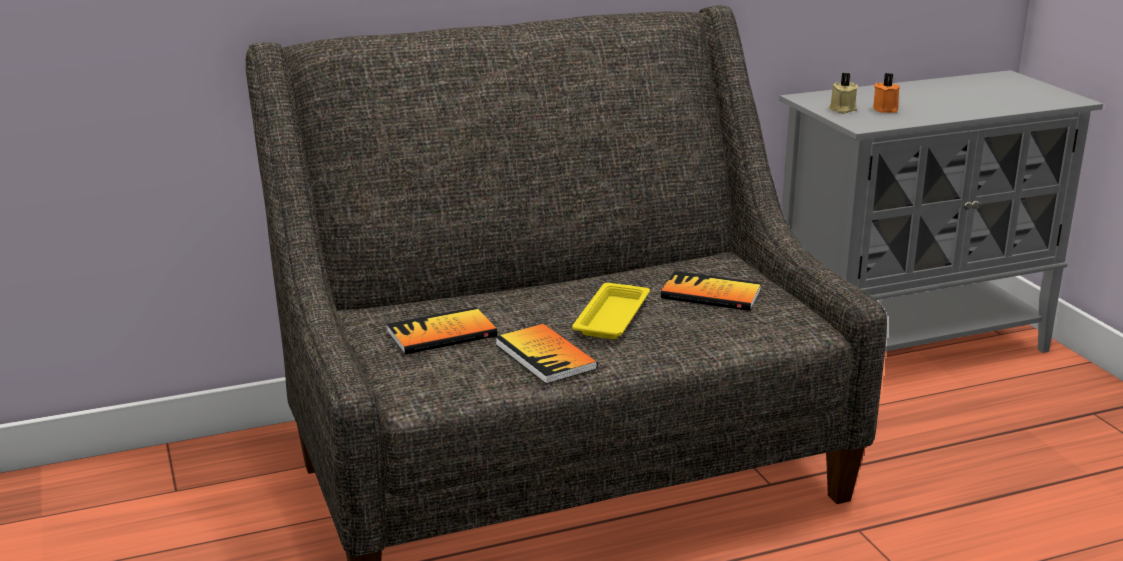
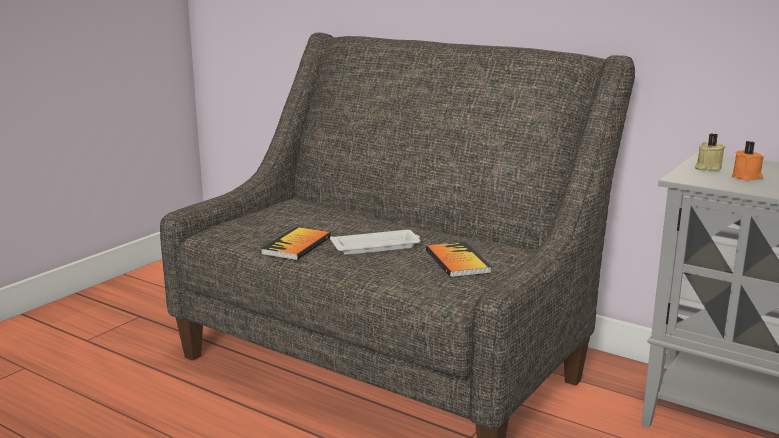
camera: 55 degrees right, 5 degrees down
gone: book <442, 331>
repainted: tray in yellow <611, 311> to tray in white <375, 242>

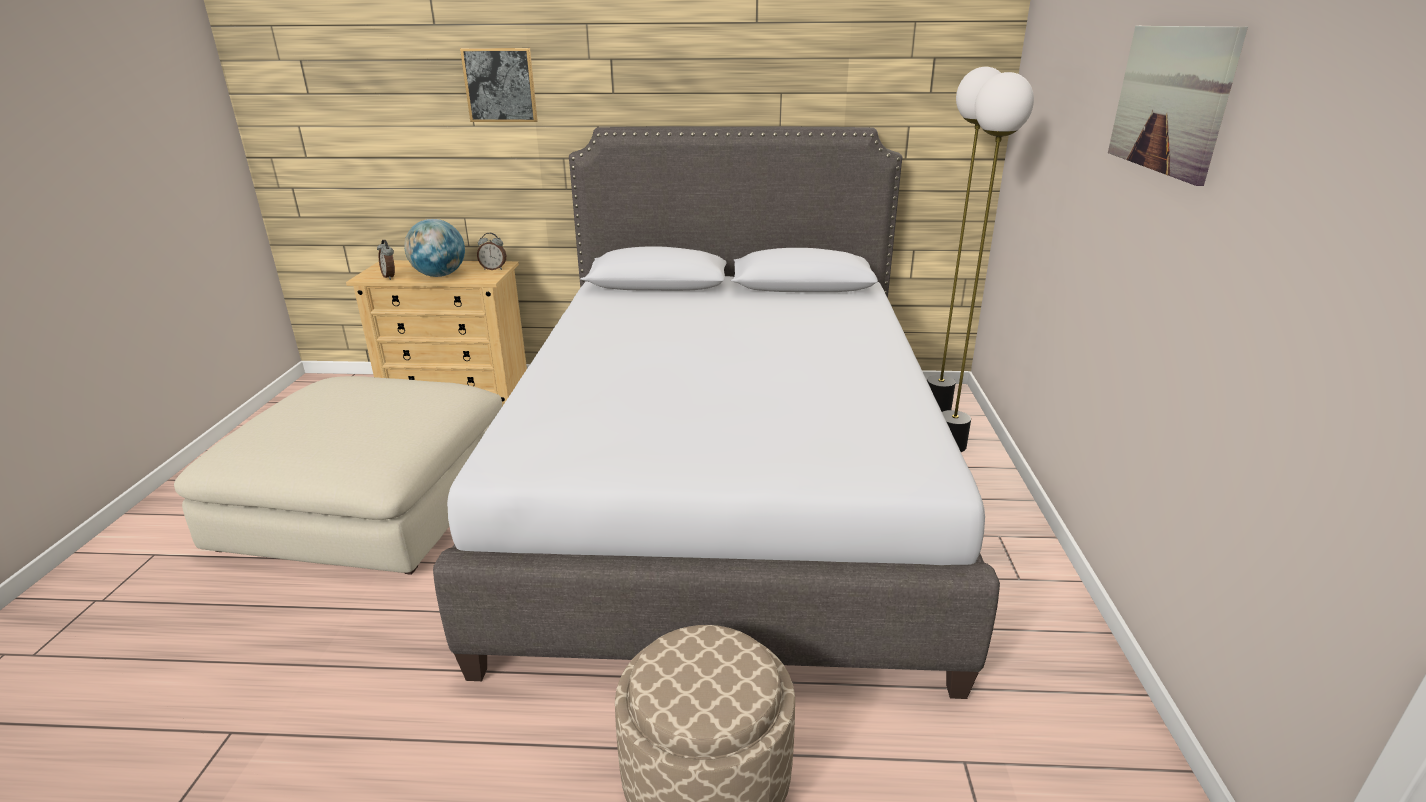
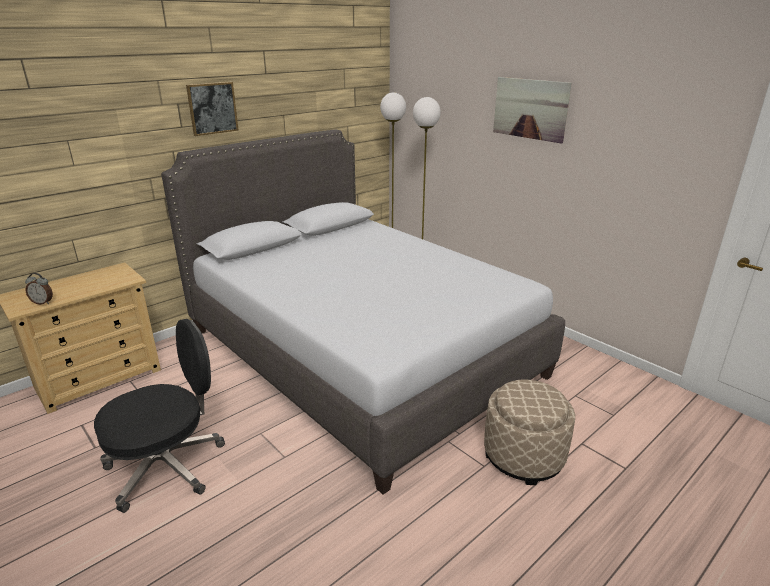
camera: 45 degrees left, 0 degrees up
gone: globe <434, 248>; alarm clock <491, 251>
shifted: picture <499, 85> to <212, 109>
swapped: ottoman in beige <338, 475> to office chair in black <159, 416>

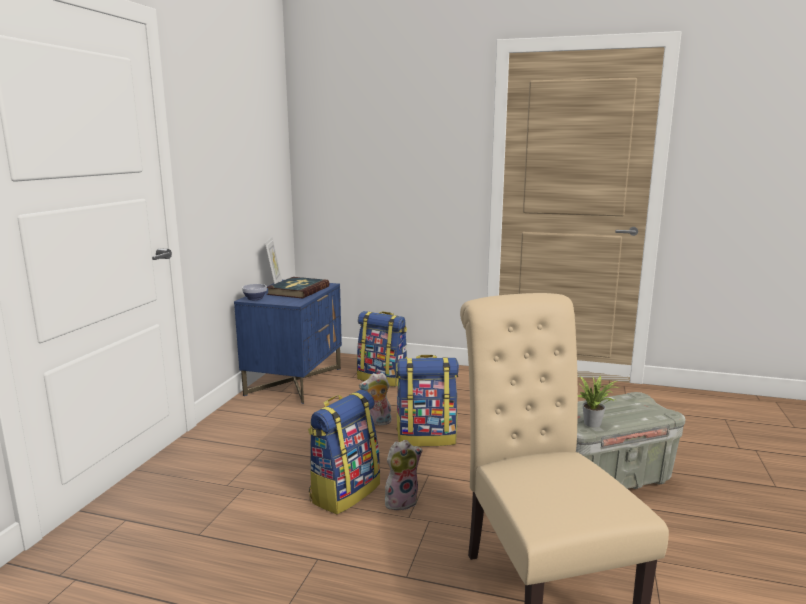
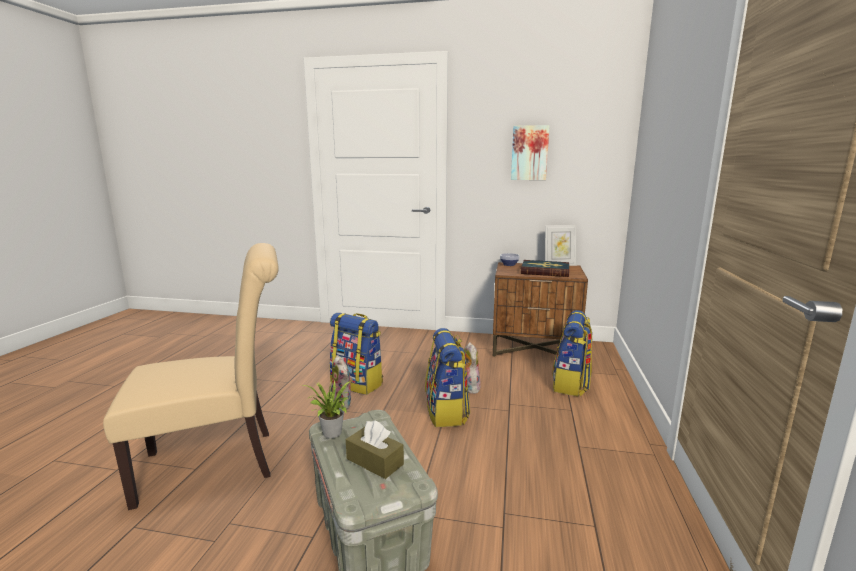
camera: 85 degrees right, 0 degrees up
new: tissue box in brown <375, 449>; picture <530, 152>
repainted: nightstand in blue <288, 342> to nightstand in brown <540, 309>

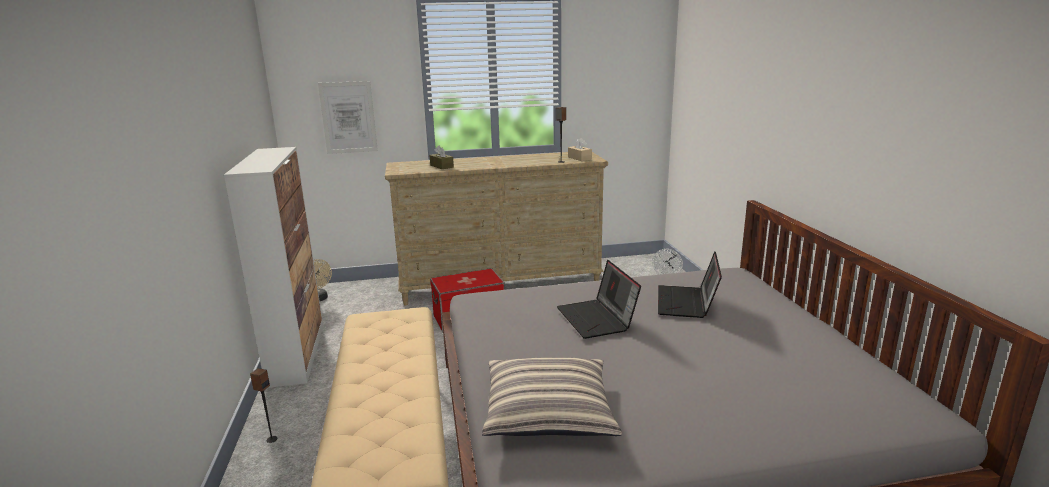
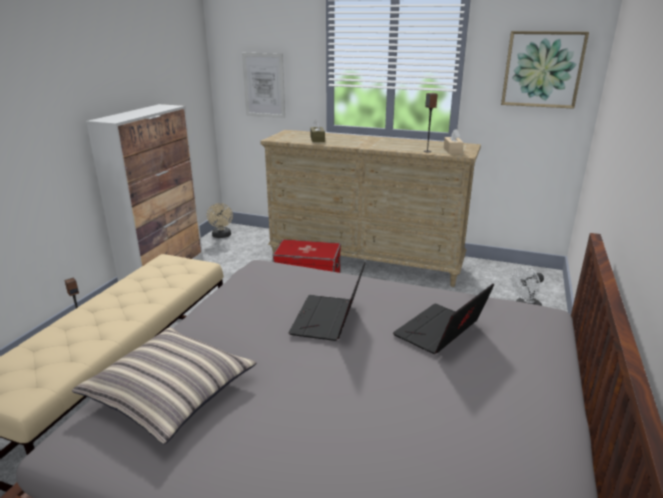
camera: 30 degrees right, 5 degrees up
new: picture <545, 70>

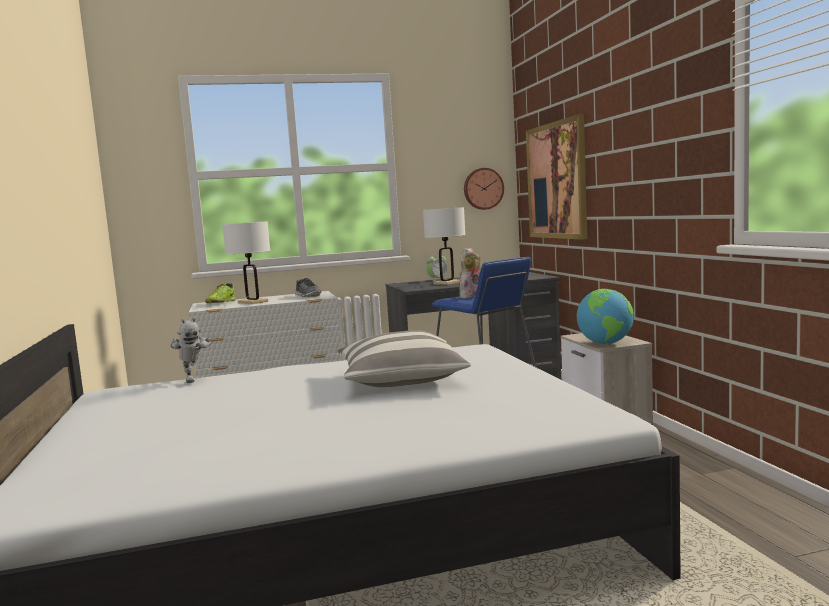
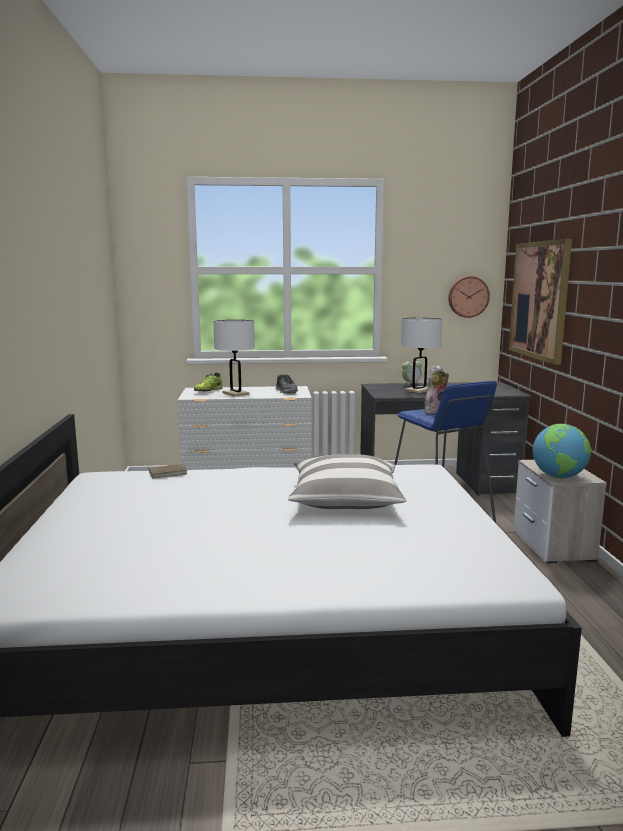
camera: 10 degrees right, 5 degrees up
swapped: toy robot <191, 350> to book in brown <167, 471>

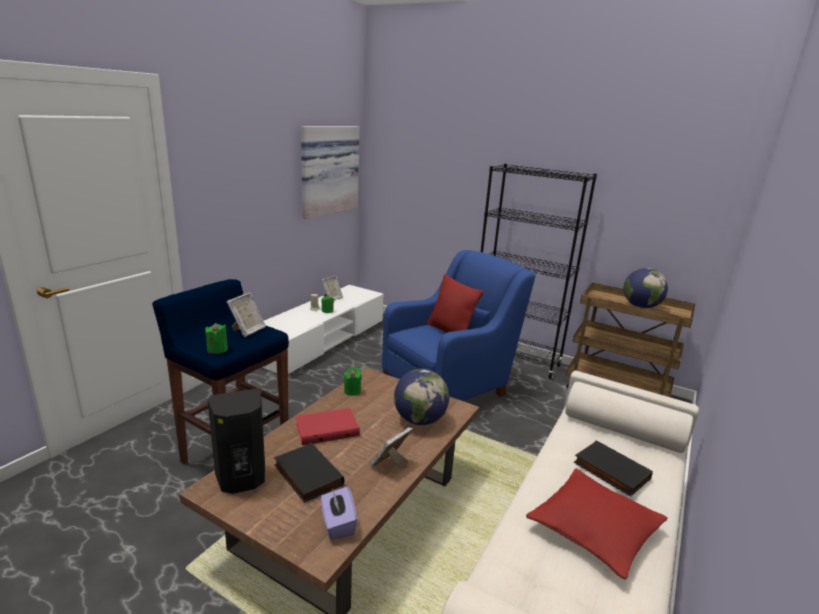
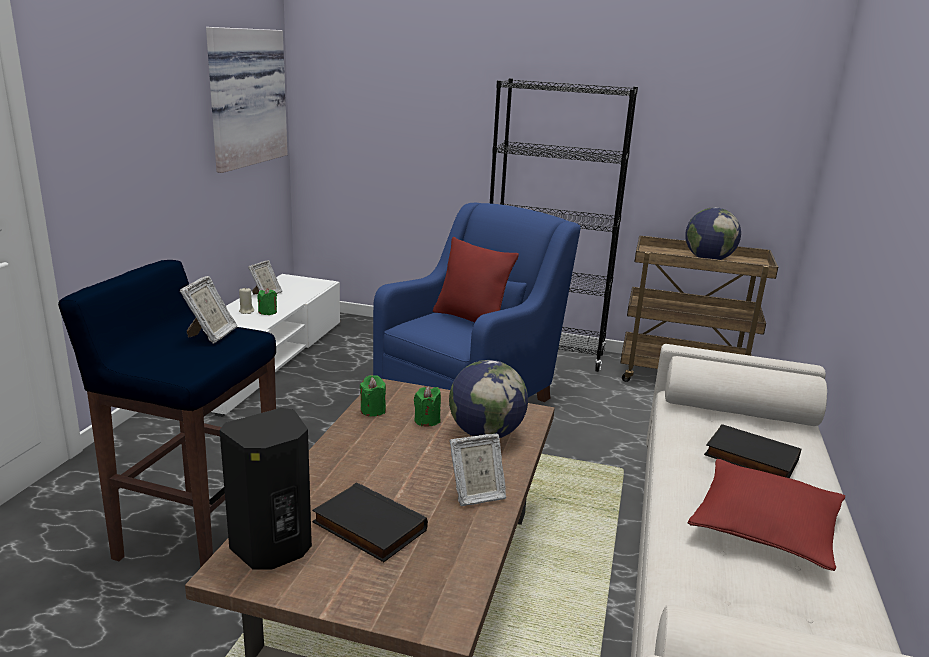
camera: 15 degrees left, 0 degrees up
gone: book in red <328, 426>; tissue box in purple <339, 513>
shifted: candle in green <216, 338> to <427, 406>
rotated: picture frame <391, 448> = <478, 470> 135 degrees counterclockwise

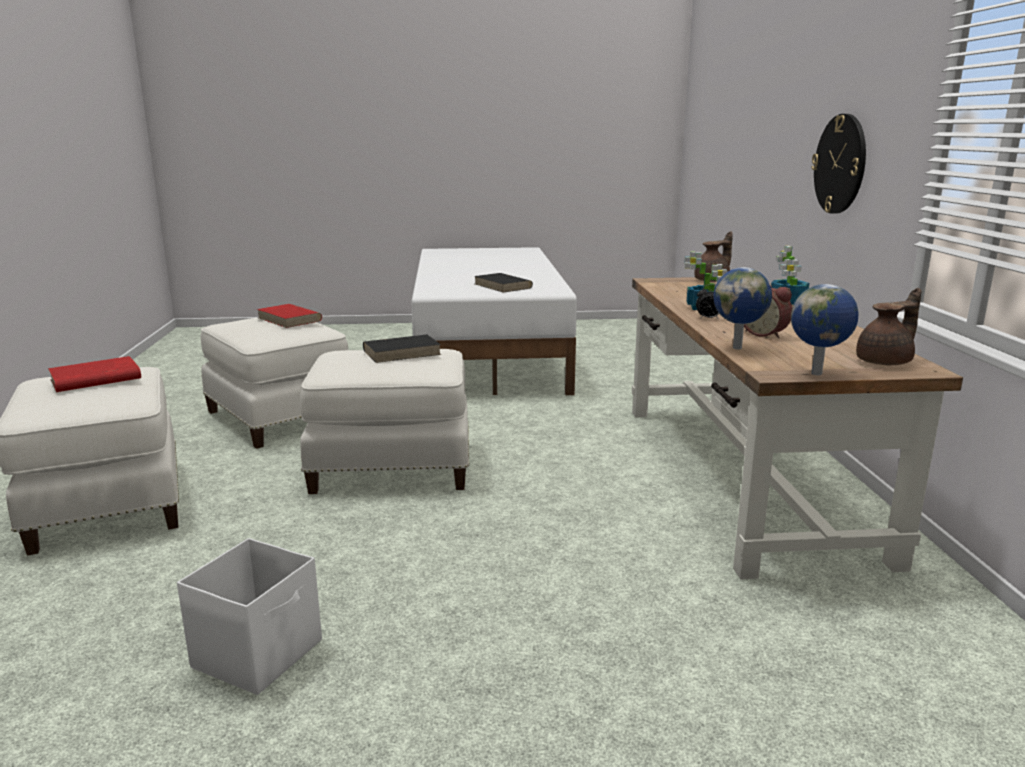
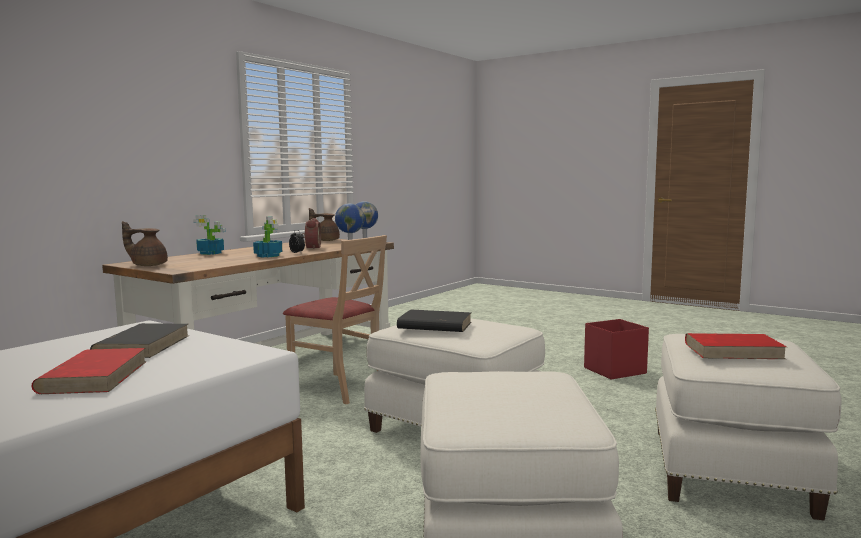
camera: 140 degrees left, 10 degrees down
gone: wall clock <838, 164>
new: chair in beige <335, 319>
shifted: book in red <289, 316> to <89, 371>
repainted: storage box in white <249, 616> to storage box in red <616, 349>

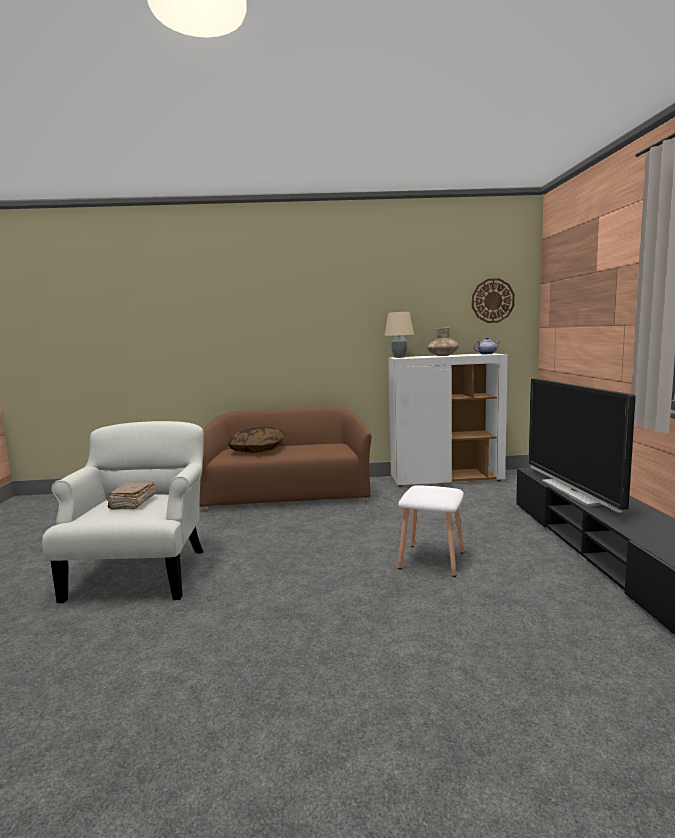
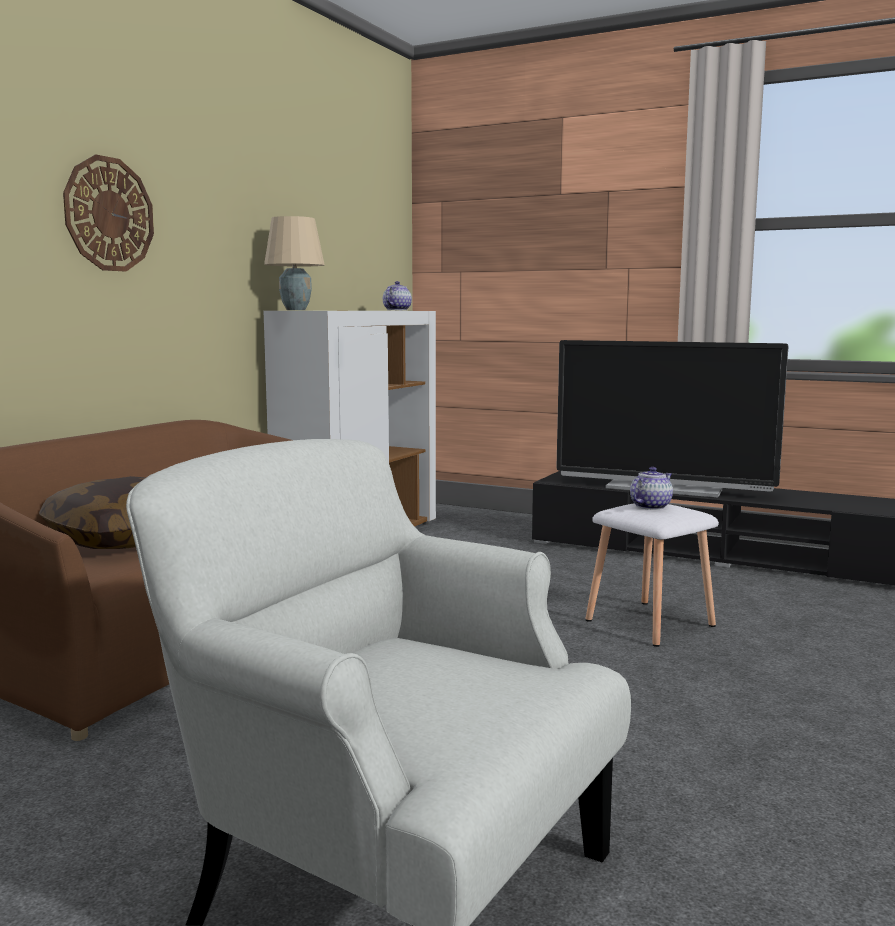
camera: 60 degrees left, 0 degrees up
gone: book in brown <131, 495>; vase in brown <443, 342>
new: teapot <651, 488>
shifted: wall clock <493, 300> to <108, 213>

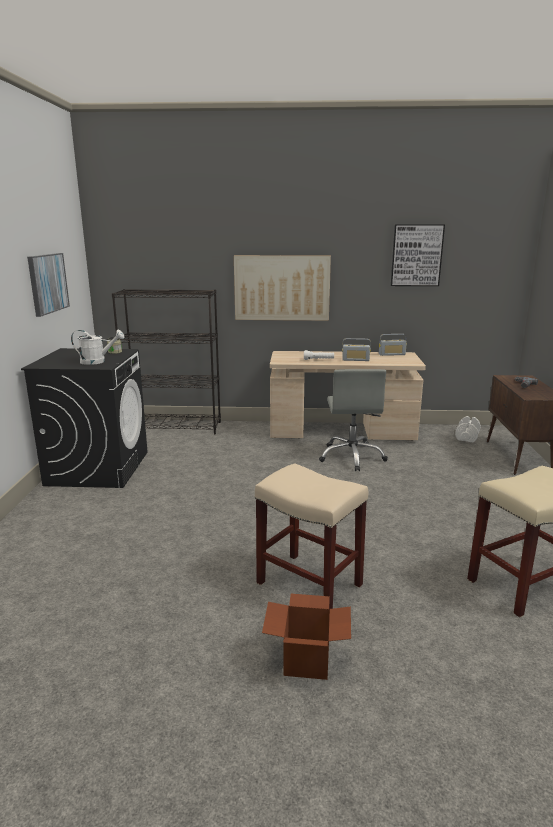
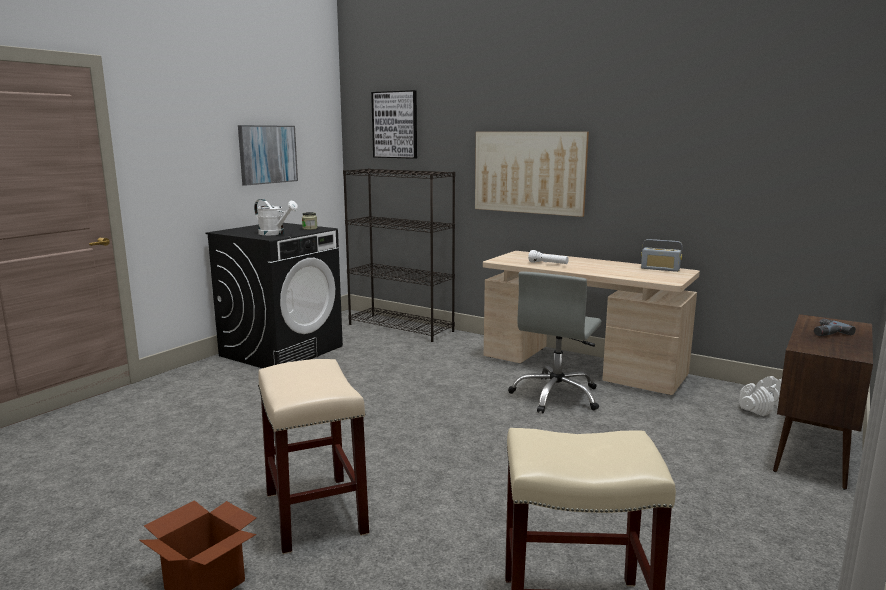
camera: 30 degrees right, 5 degrees down
gone: radio <356, 349>
shifted: picture <418, 255> to <394, 124>

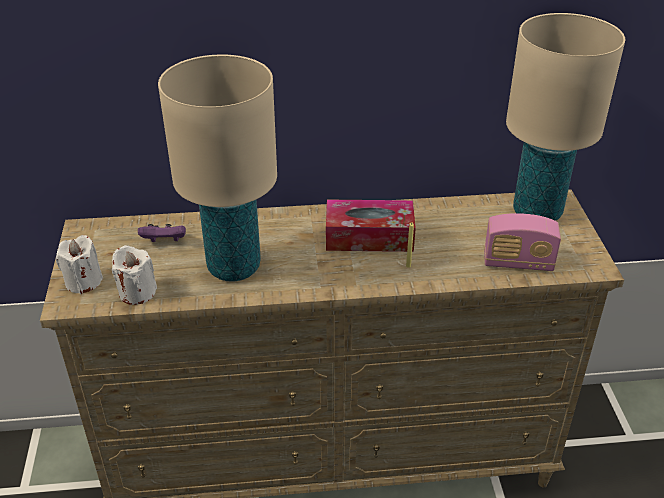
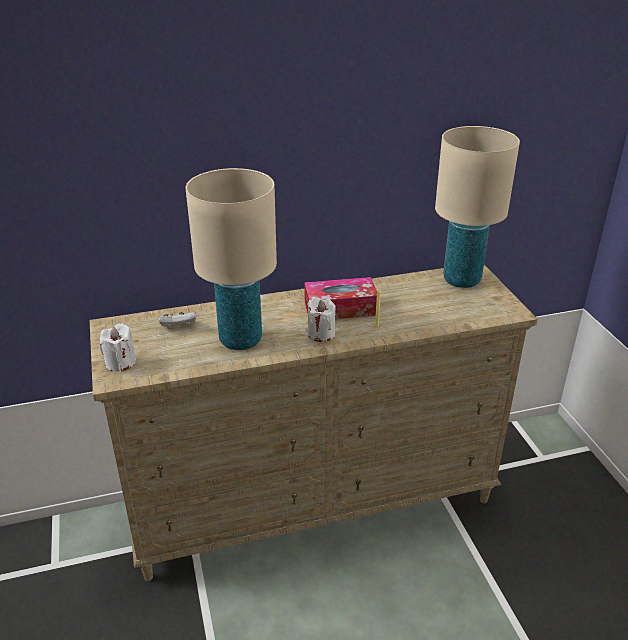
camera: 10 degrees left, 5 degrees down
gone: radio <522, 242>
shifted: candle in white <134, 275> to <321, 319>
repainted: game controller in purple <162, 233> to game controller in white <177, 320>

